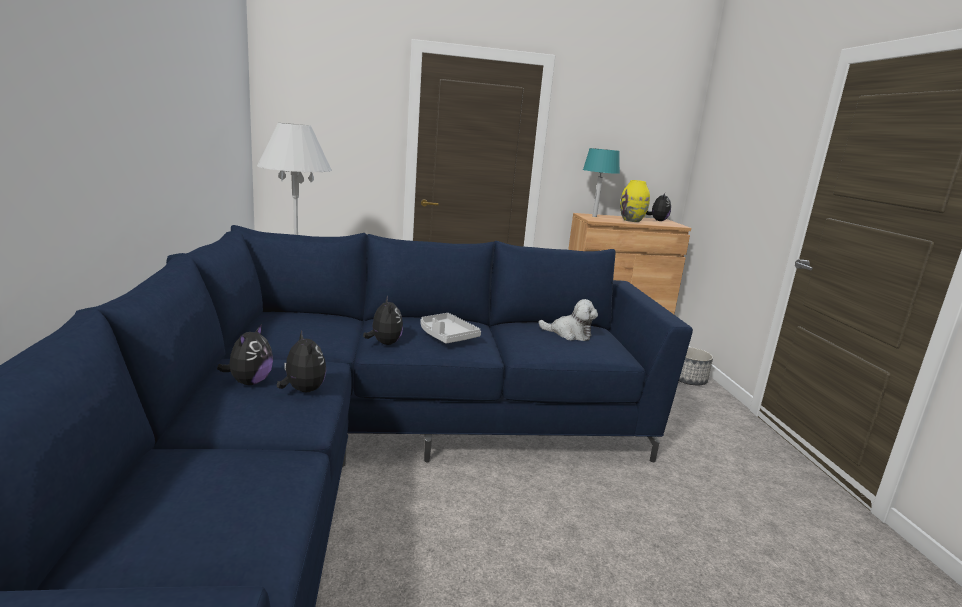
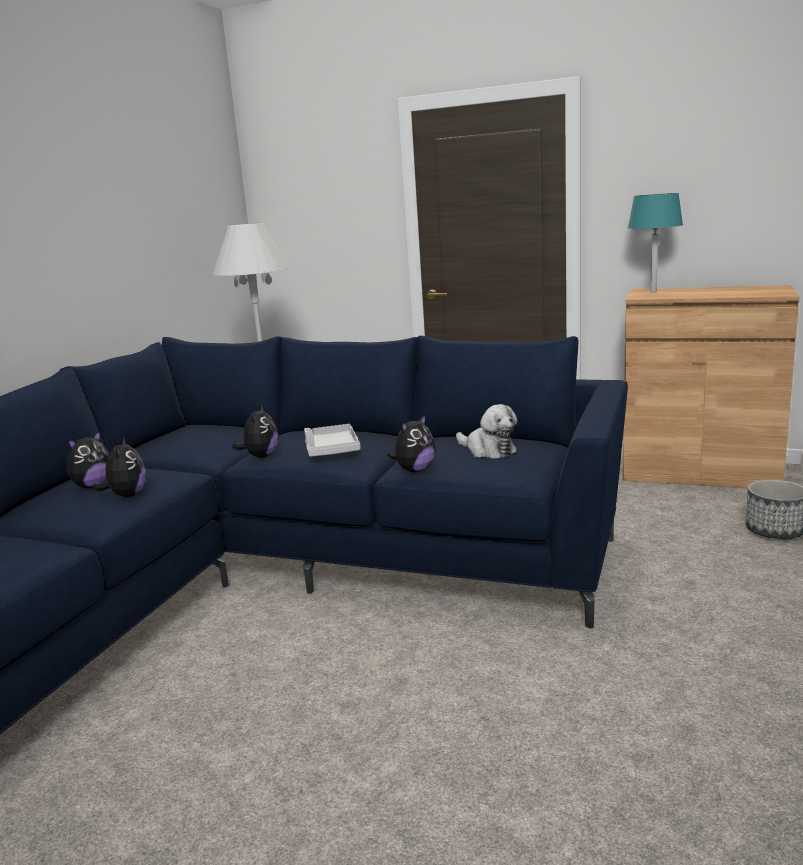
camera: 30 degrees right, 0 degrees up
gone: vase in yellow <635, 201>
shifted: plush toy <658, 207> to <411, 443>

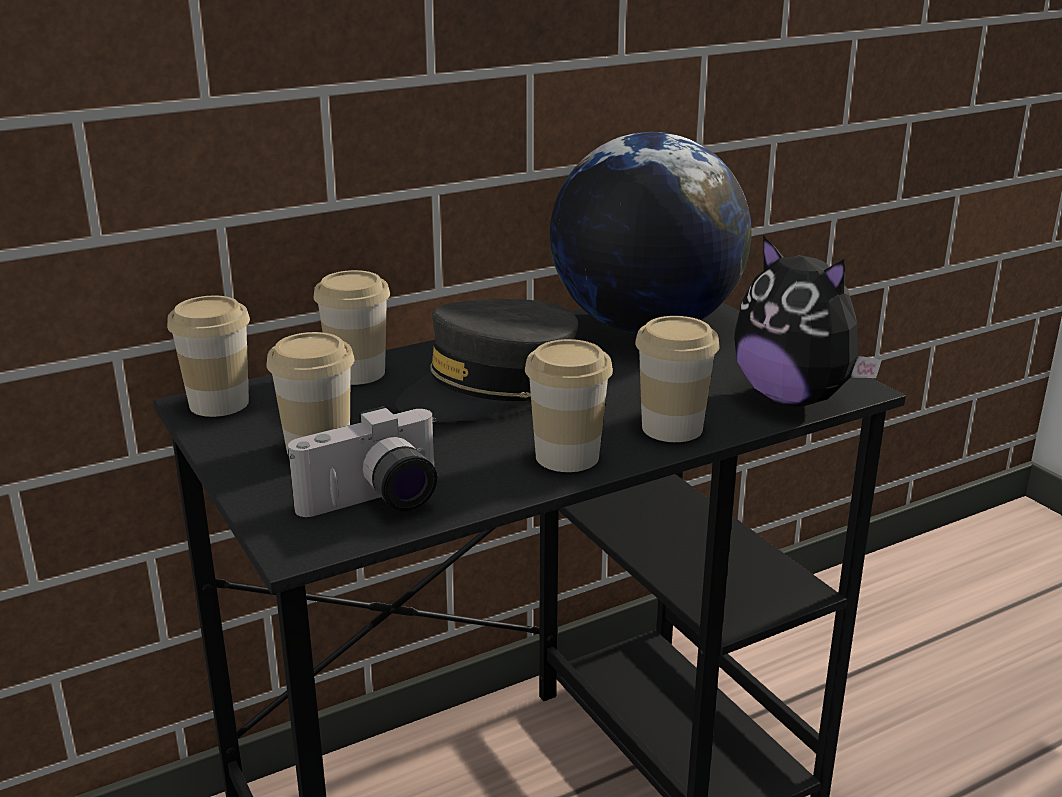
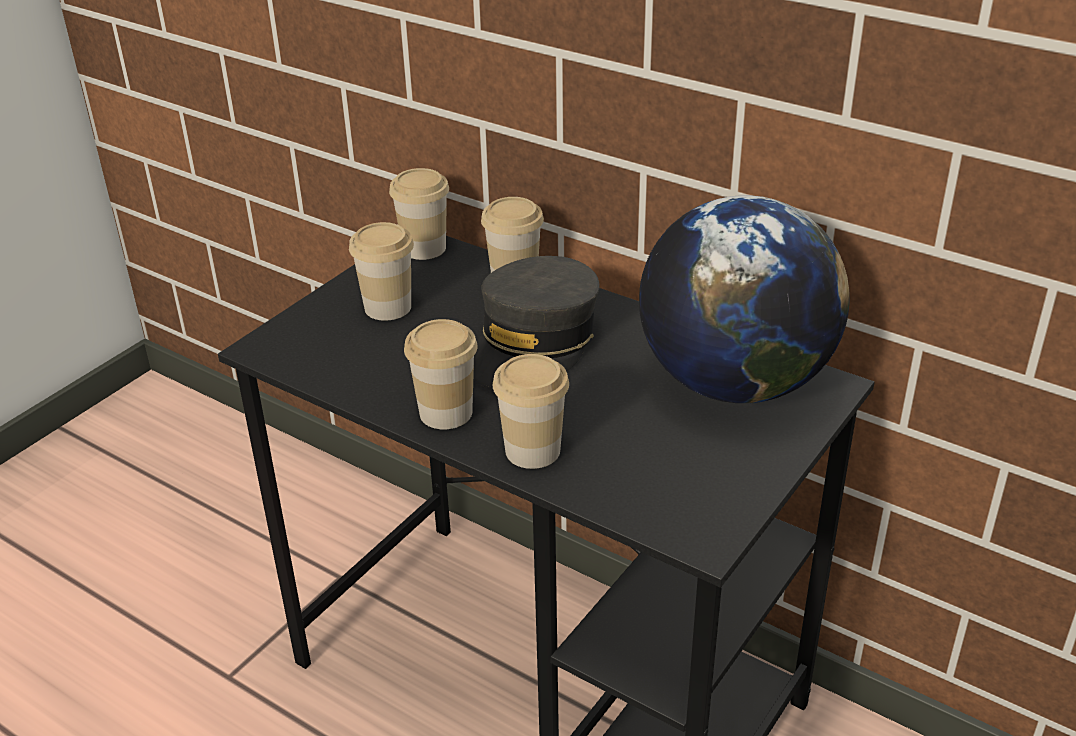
camera: 65 degrees right, 10 degrees up
gone: photo camera <362, 461>; plush toy <808, 321>
rotated: cap in grey <486, 360> = <536, 323> 90 degrees counterclockwise

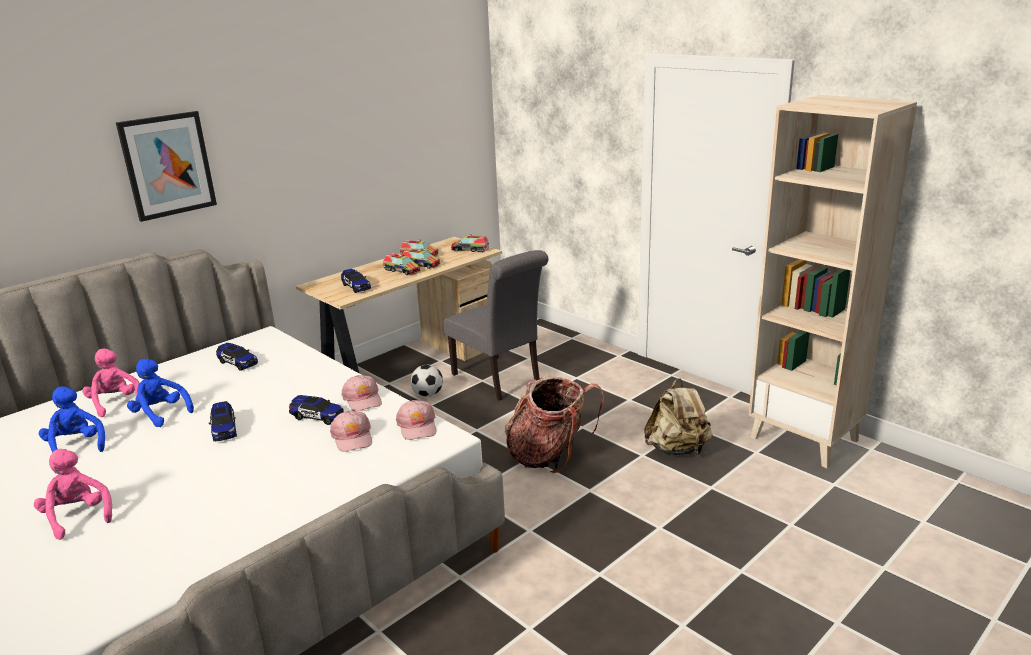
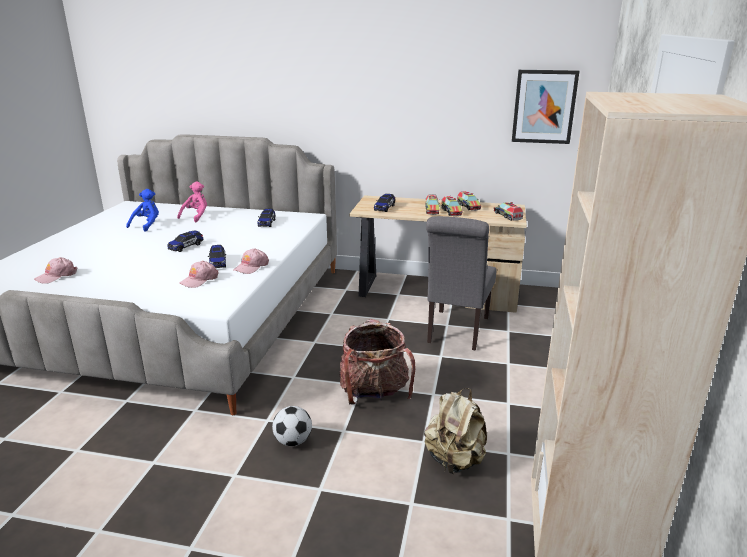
camera: 55 degrees right, 0 degrees up
gone: plush toy in pink <73, 494>; plush toy in blue <160, 393>
shifted: picture <166, 166> to <545, 107>; cap in pink <416, 420> to <55, 270>; football <427, 381> to <292, 426>

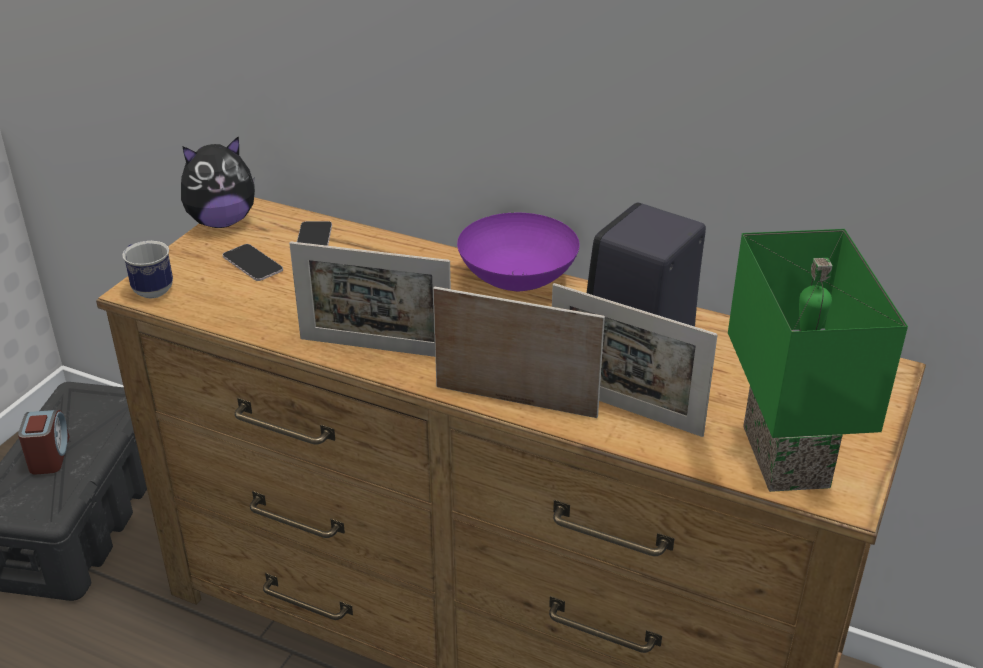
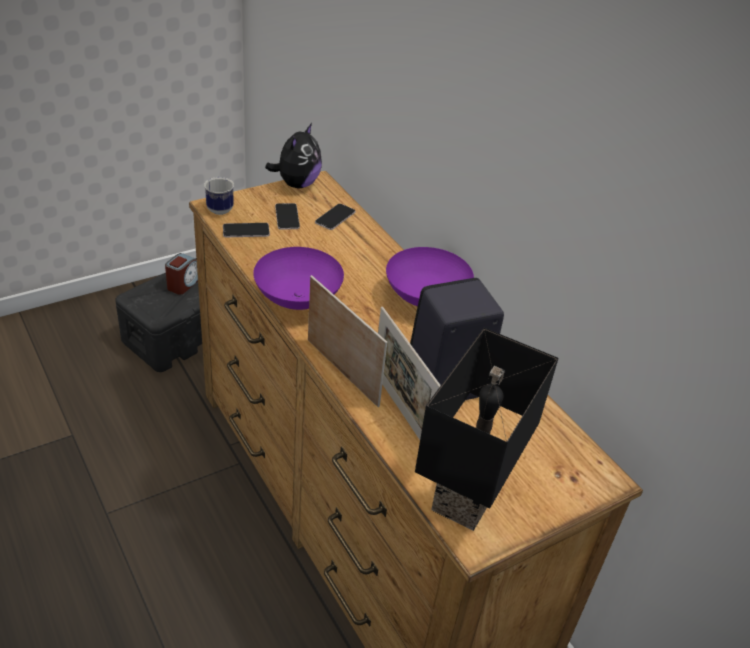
camera: 30 degrees right, 5 degrees up
new: phone <246, 230>
swapped: picture frame <370, 299> to bowl in purple <298, 278>
repainted: table lamp in green <818, 360> to table lamp in black <487, 429>
rotated: plush toy <218, 182> = <293, 156> 75 degrees counterclockwise

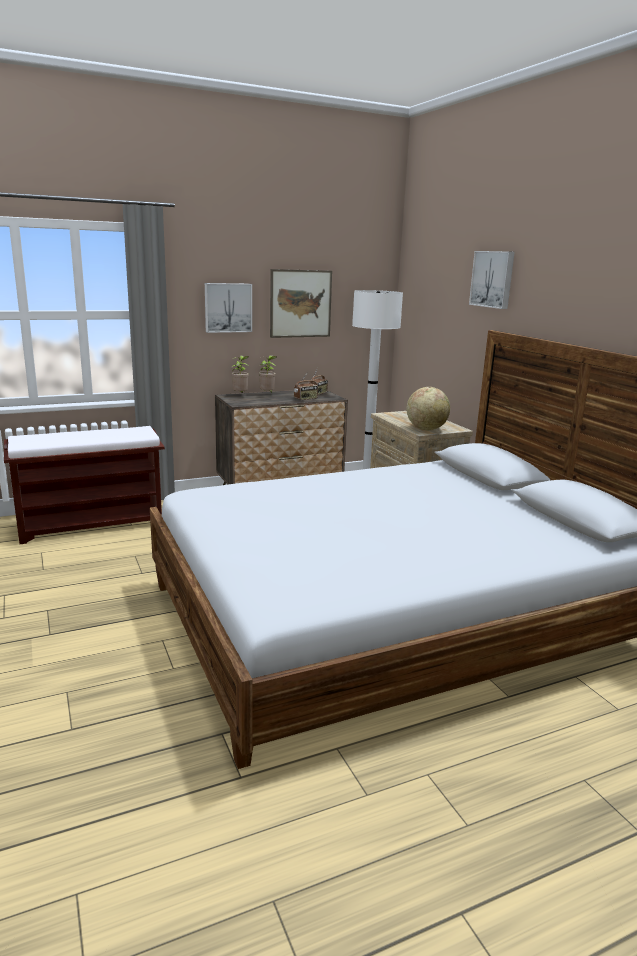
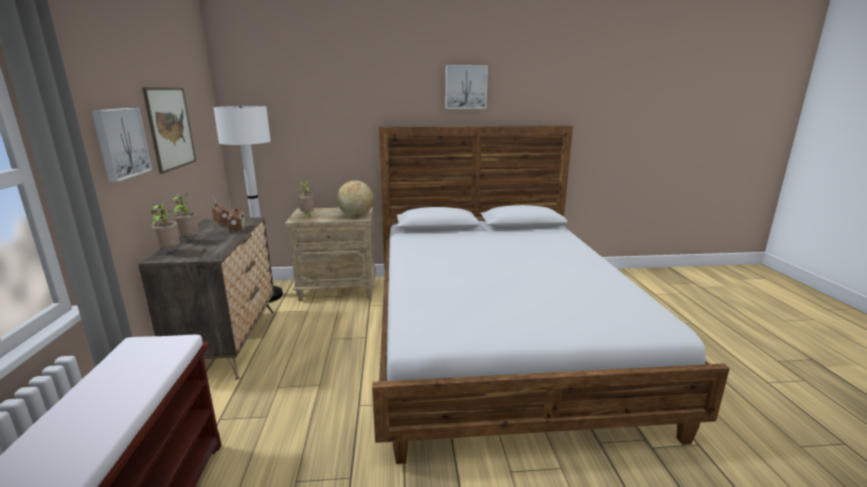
camera: 70 degrees left, 0 degrees up
new: potted plant <305, 199>
shifted: picture <492, 280> to <467, 87>

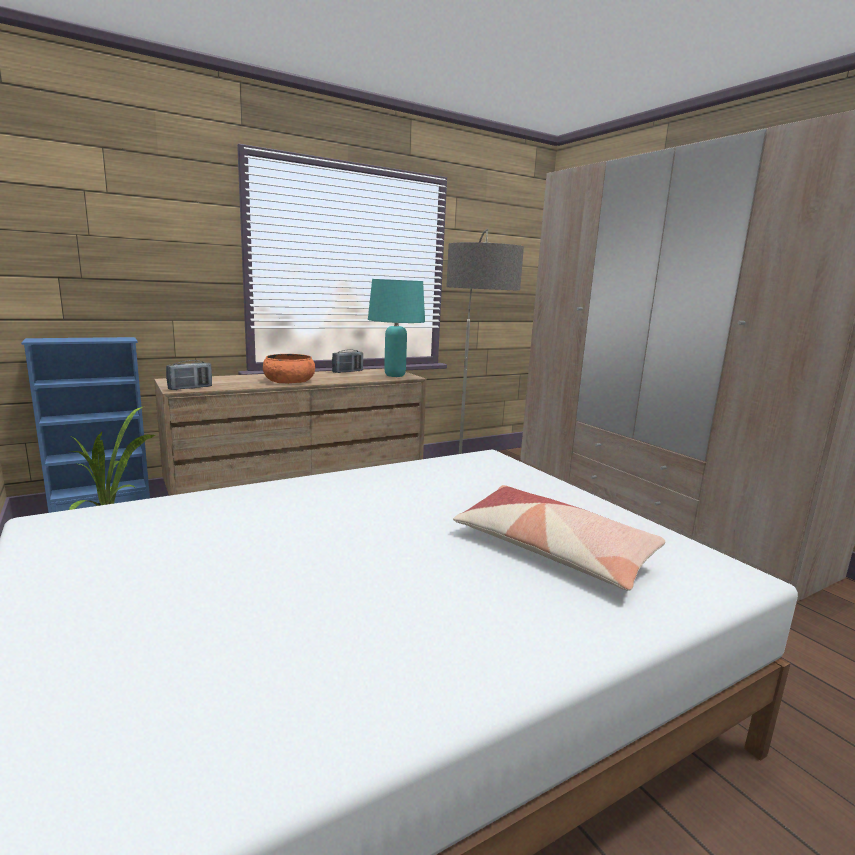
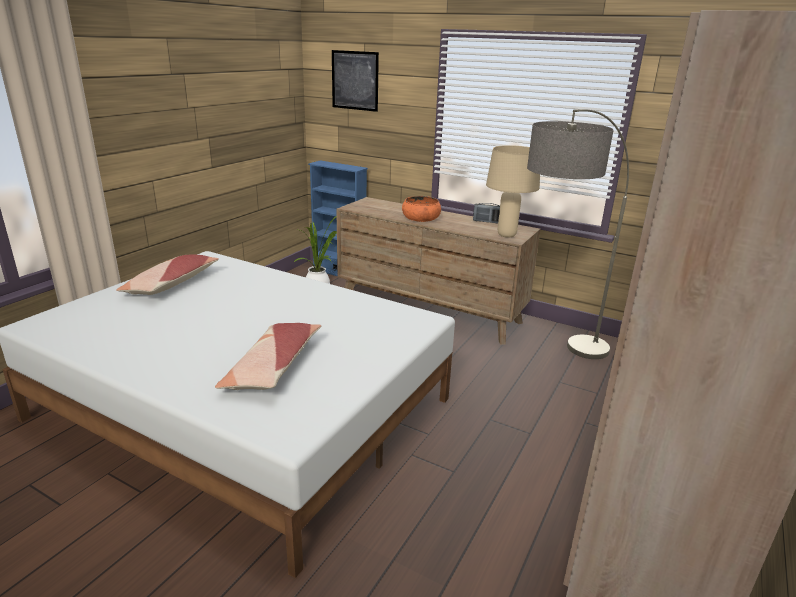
camera: 60 degrees right, 10 degrees up
gone: radio <189, 375>
new: pillow <167, 275>; picture <355, 81>
repainted: table lamp in turquoise <396, 328> to table lamp in beige <513, 191>

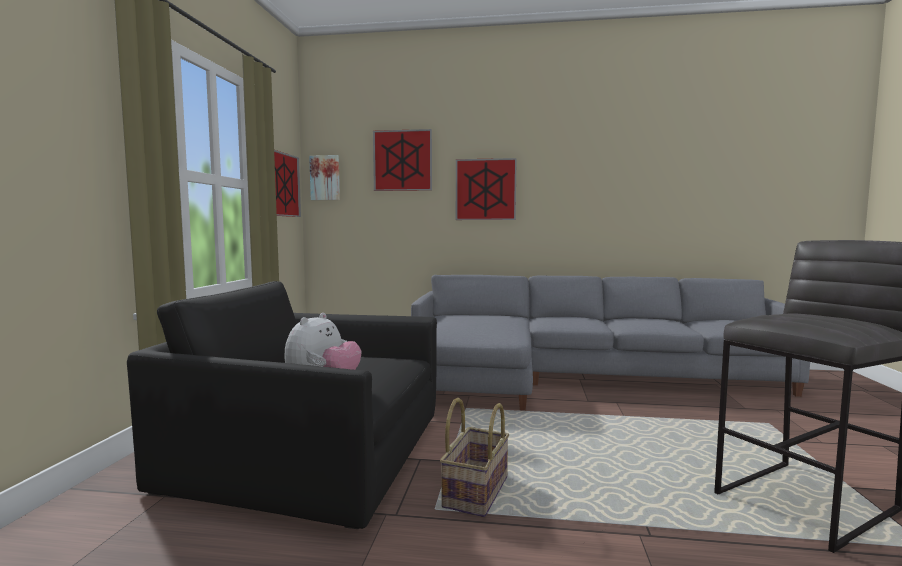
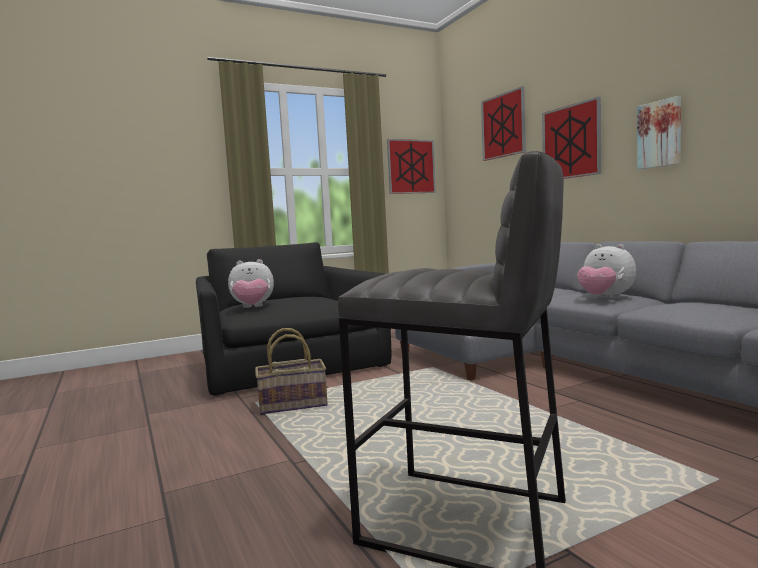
camera: 55 degrees right, 0 degrees up
new: plush toy <606, 271>
shifted: picture <324, 177> to <659, 132>

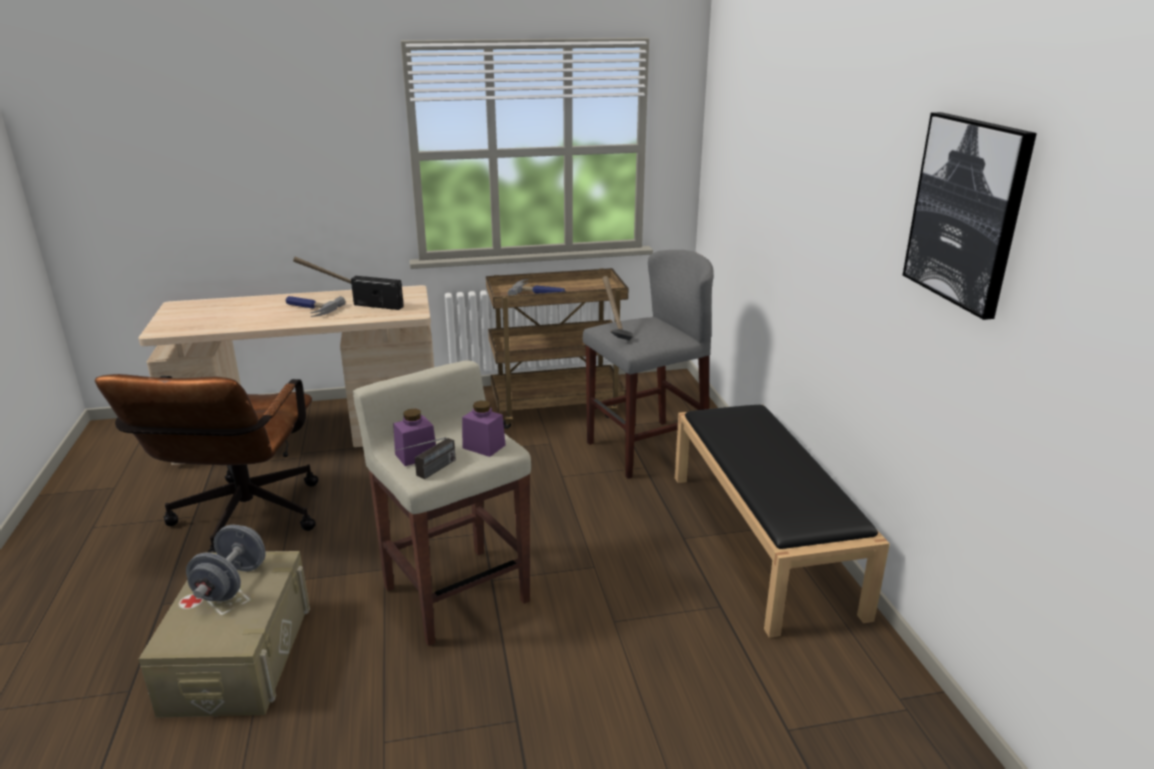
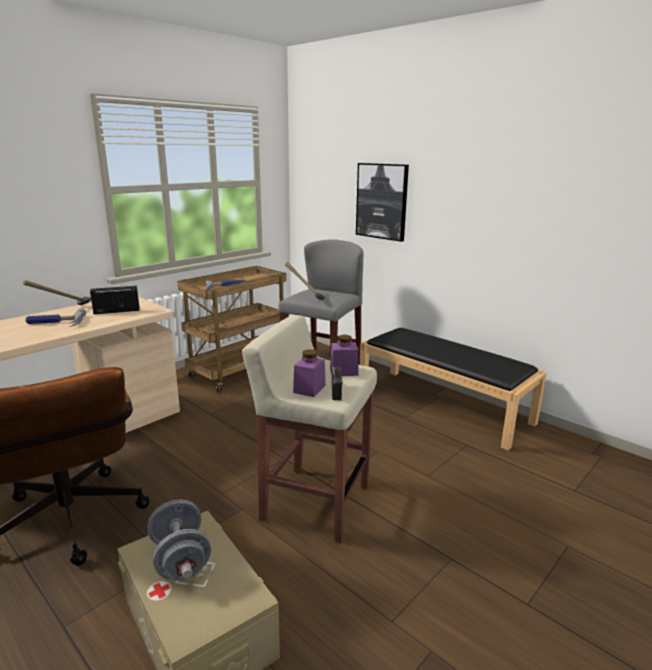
camera: 35 degrees left, 5 degrees down
shifted: picture <970, 216> to <382, 202>

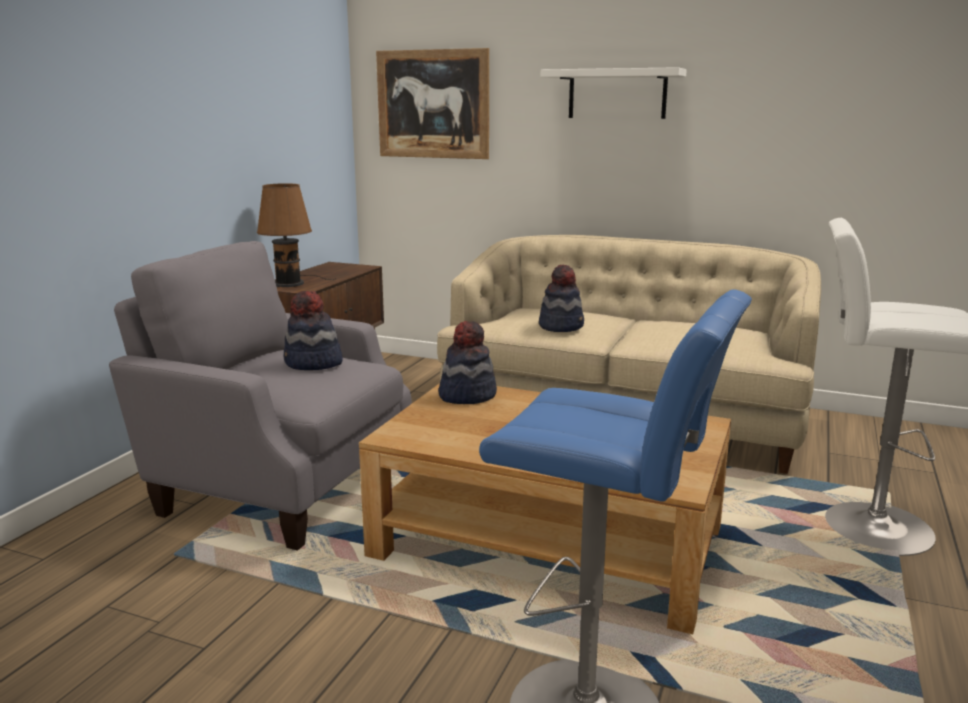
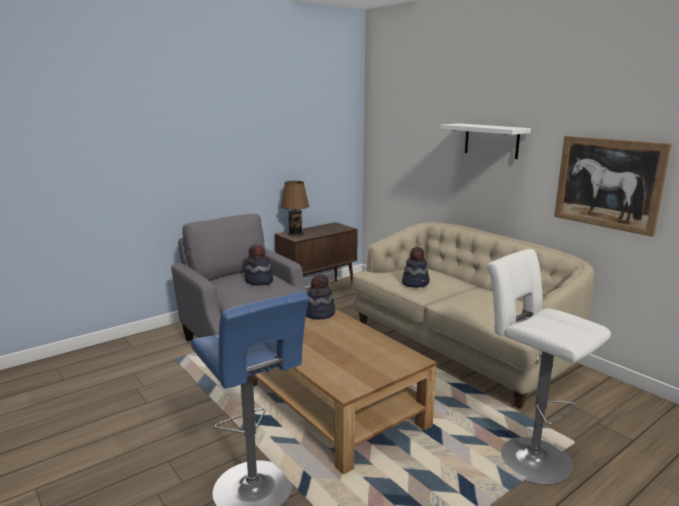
camera: 30 degrees right, 0 degrees up
shifted: picture <432, 103> to <613, 186>

